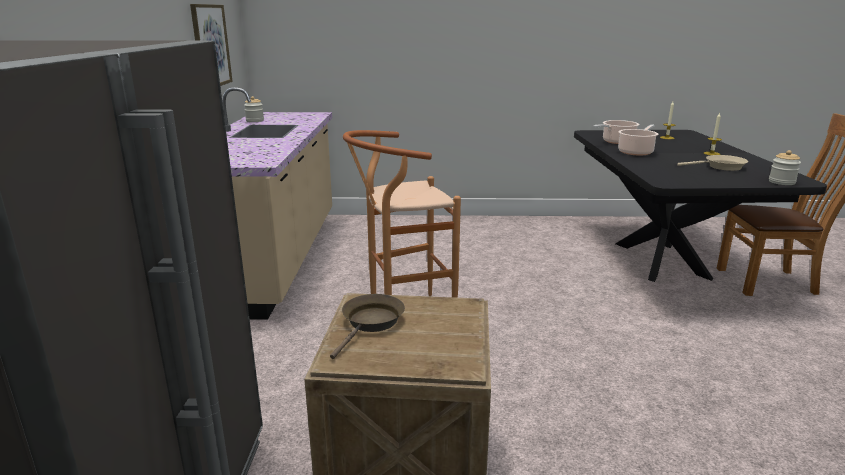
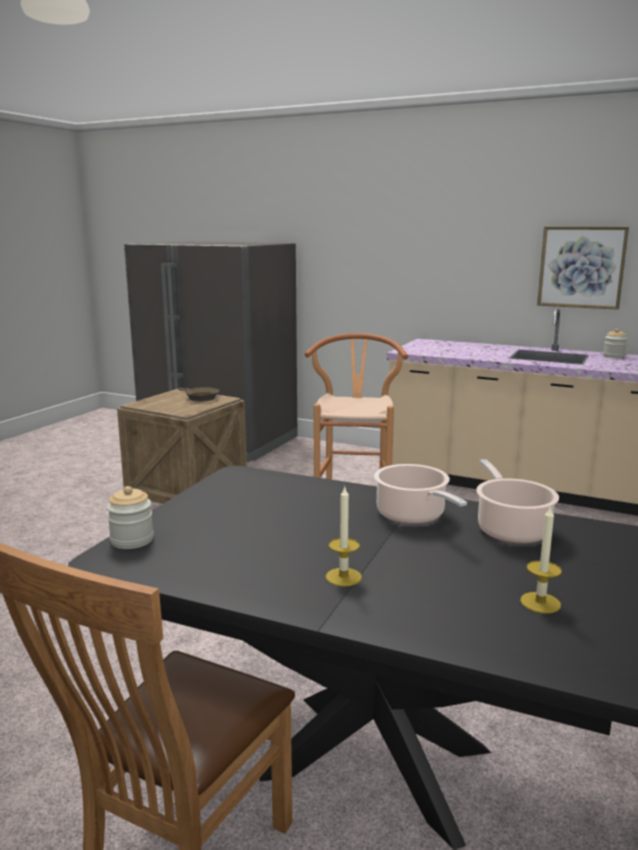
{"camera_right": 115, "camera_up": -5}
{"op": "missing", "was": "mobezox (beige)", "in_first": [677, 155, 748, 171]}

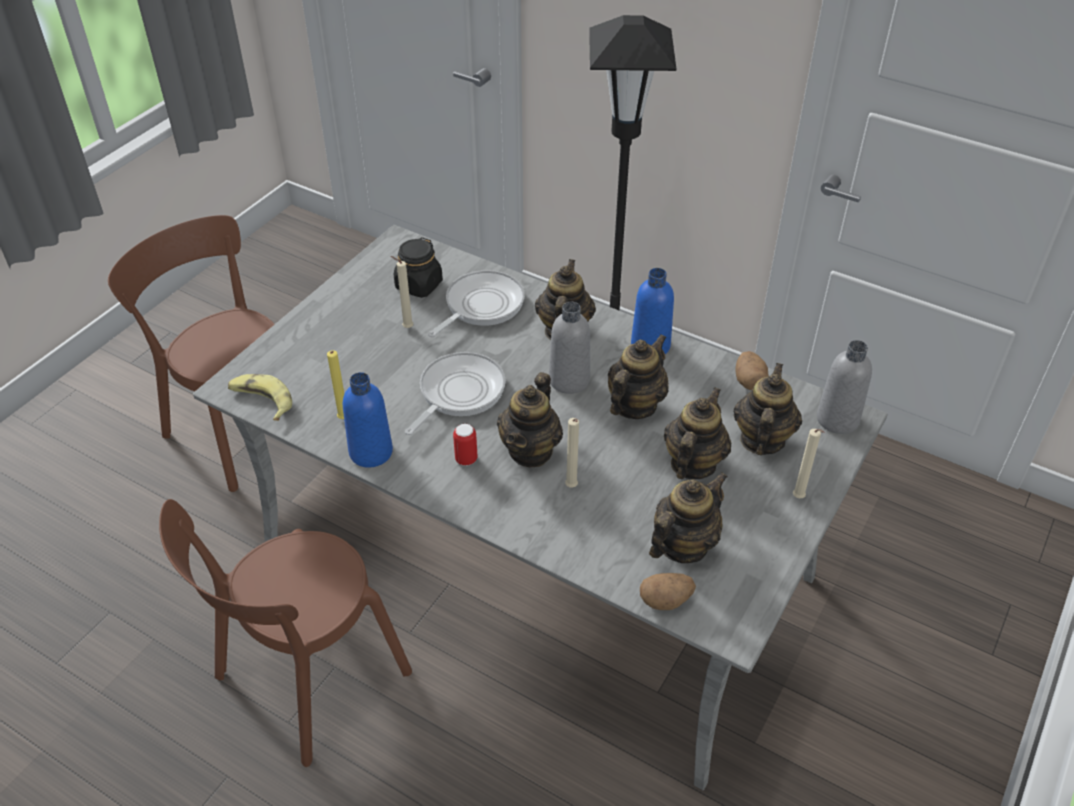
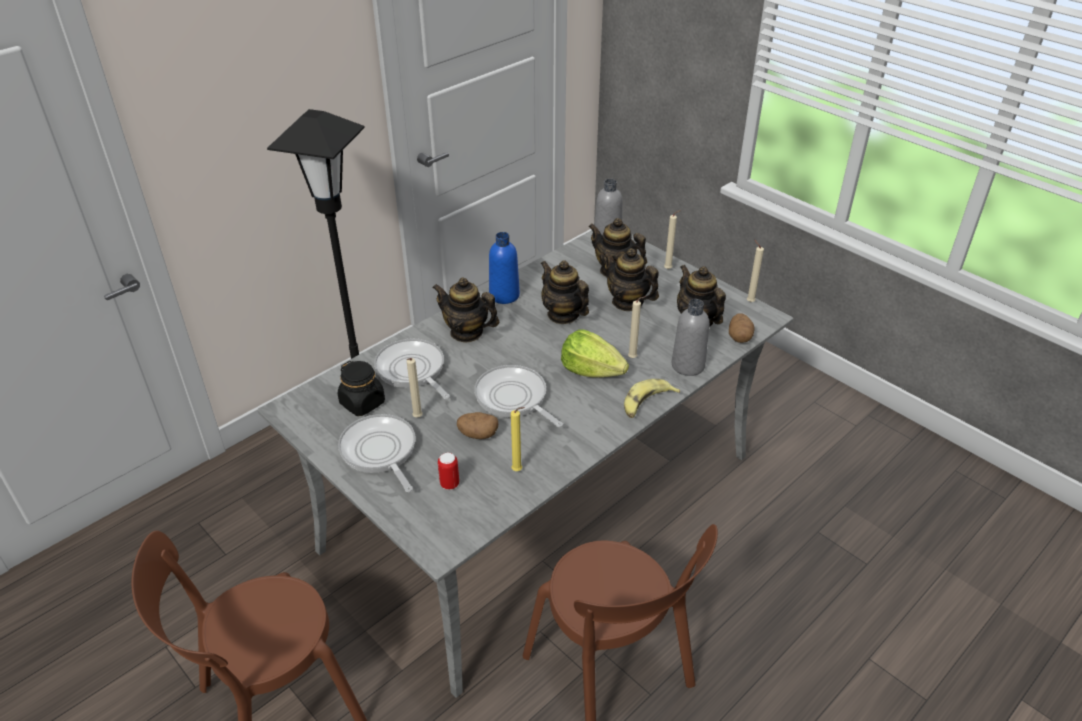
{"camera_right": -75, "camera_up": -5}
{"op": "relocated", "was": "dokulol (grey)", "in_first": [549, 302, 590, 394], "in_second": [672, 299, 709, 376]}
{"op": "relocated", "was": "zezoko", "in_first": [736, 351, 769, 390], "in_second": [457, 412, 498, 439]}
{"op": "missing", "was": "dokulol (blue)", "in_first": [343, 372, 393, 468]}
{"op": "exchanged", "was": "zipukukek", "now": "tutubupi", "in_first": [497, 372, 563, 467], "in_second": [561, 329, 629, 377]}
{"op": "relocated", "was": "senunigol", "in_first": [228, 374, 292, 421], "in_second": [624, 379, 680, 418]}
{"op": "relocated", "was": "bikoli", "in_first": [453, 424, 477, 466], "in_second": [438, 452, 459, 490]}
{"op": "appeared", "now": "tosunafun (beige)", "in_second": [747, 239, 764, 302]}
{"op": "appeared", "now": "mobezox", "in_second": [338, 414, 416, 492]}

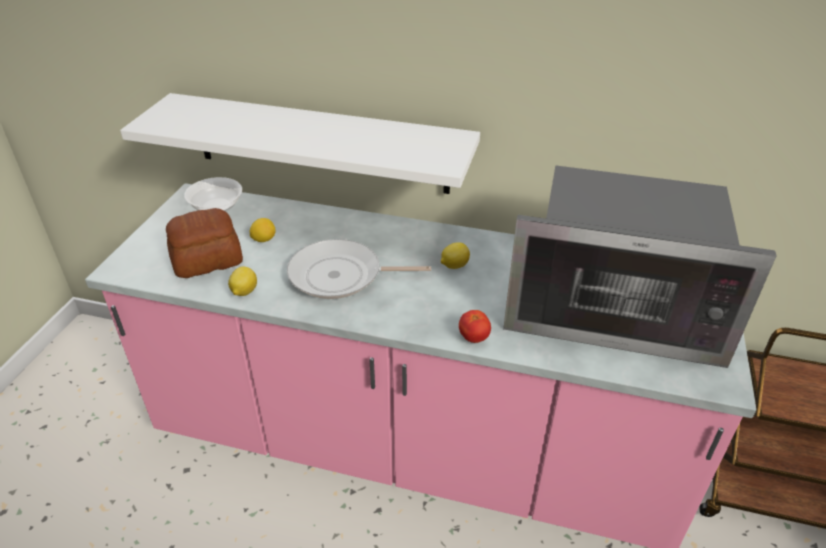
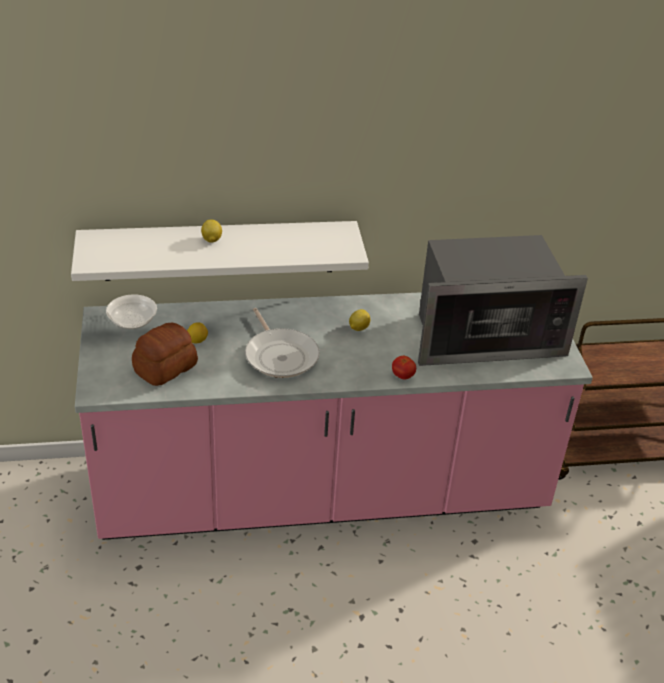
{"camera_right": -25, "camera_up": 0}
{"op": "spun", "was": "mobezox", "in_first": [287, 239, 431, 299], "in_second": [245, 308, 320, 378], "clockwise": -90}
{"op": "relocated", "was": "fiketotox", "in_first": [228, 267, 257, 296], "in_second": [201, 220, 222, 243]}

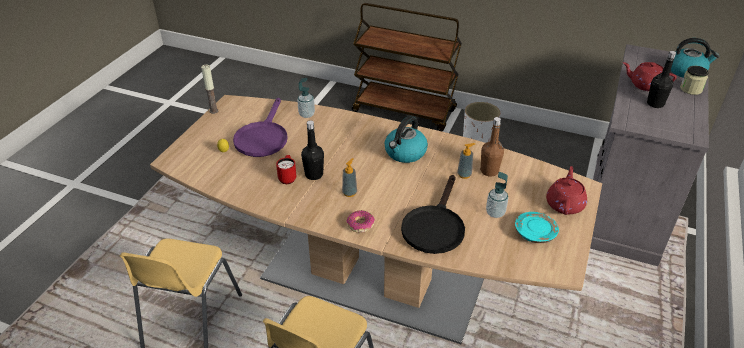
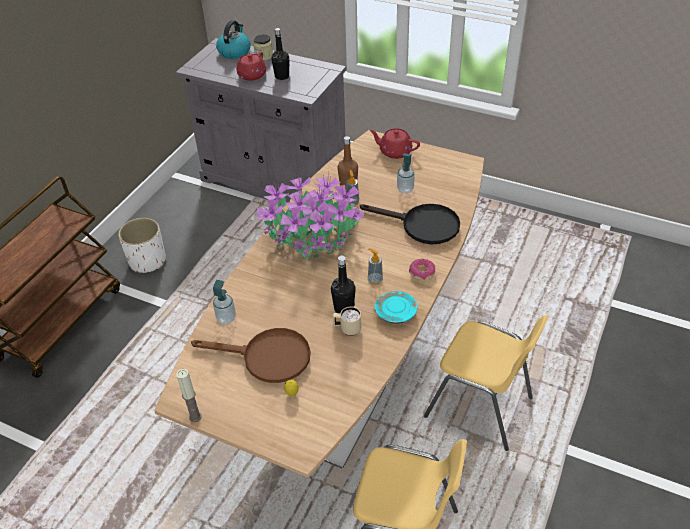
{"camera_right": -85, "camera_up": 5}
{"op": "colour", "was": "mobezox (purple)", "now": "mobezox (brown)", "in_first": [233, 98, 288, 157], "in_second": [191, 328, 311, 383]}
{"op": "exchanged", "was": "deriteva", "now": "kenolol", "in_first": [385, 116, 428, 163], "in_second": [257, 172, 364, 262]}
{"op": "colour", "was": "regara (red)", "now": "regara (beige)", "in_first": [276, 155, 296, 184], "in_second": [333, 307, 361, 336]}
{"op": "relocated", "was": "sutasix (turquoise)", "in_first": [515, 212, 559, 243], "in_second": [375, 291, 418, 324]}

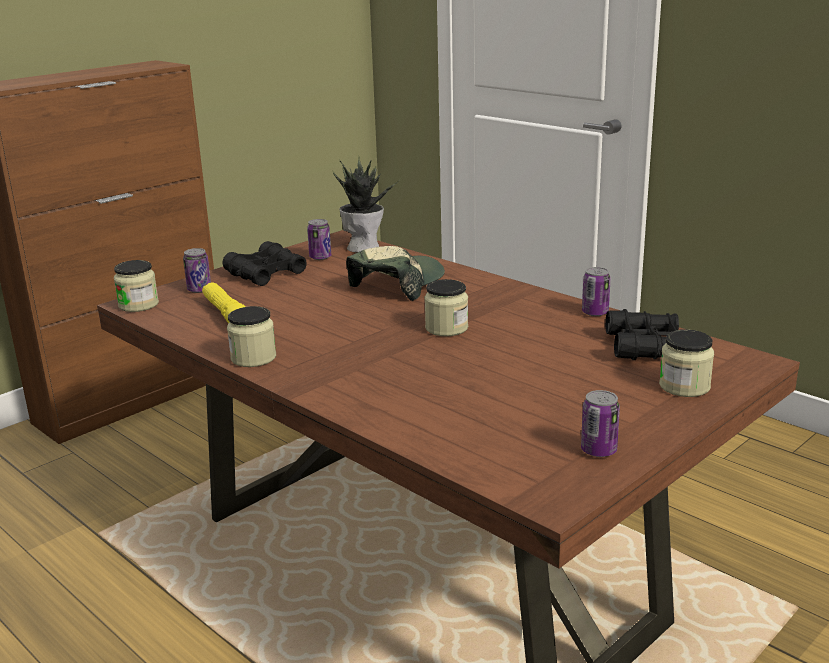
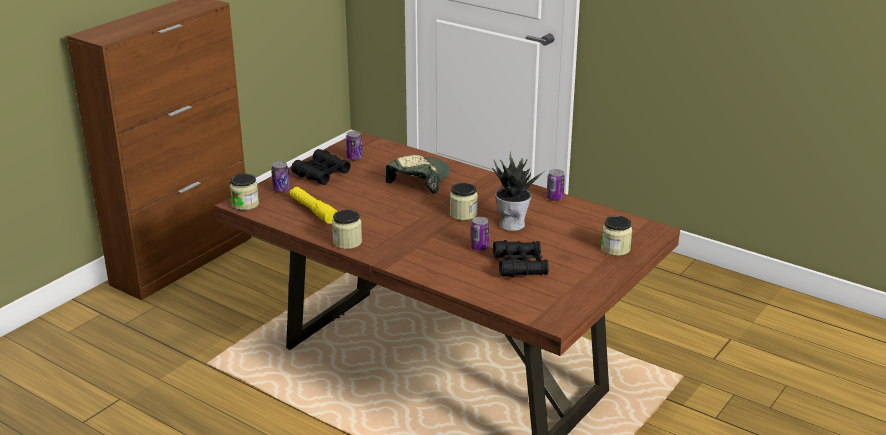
{"camera_right": -10, "camera_up": 5}
{"op": "relocated", "was": "kenolol", "in_first": [333, 158, 400, 253], "in_second": [492, 152, 545, 231]}
{"op": "relocated", "was": "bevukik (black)", "in_first": [605, 309, 679, 360], "in_second": [493, 240, 549, 278]}
{"op": "relocated", "was": "bikoli", "in_first": [581, 390, 620, 457], "in_second": [471, 217, 490, 251]}

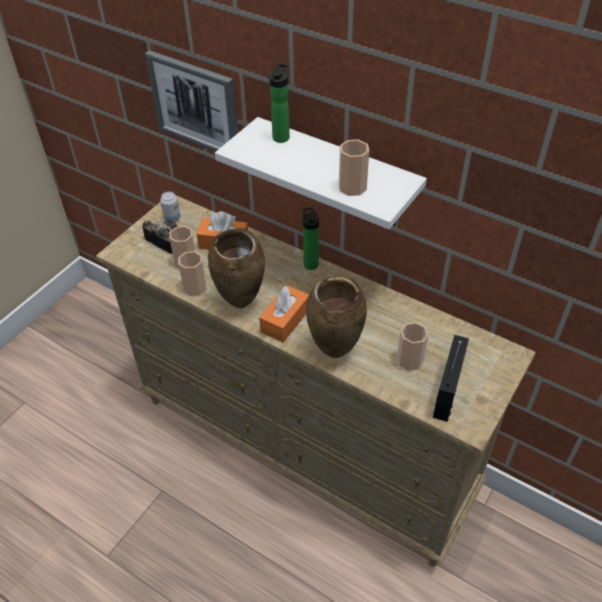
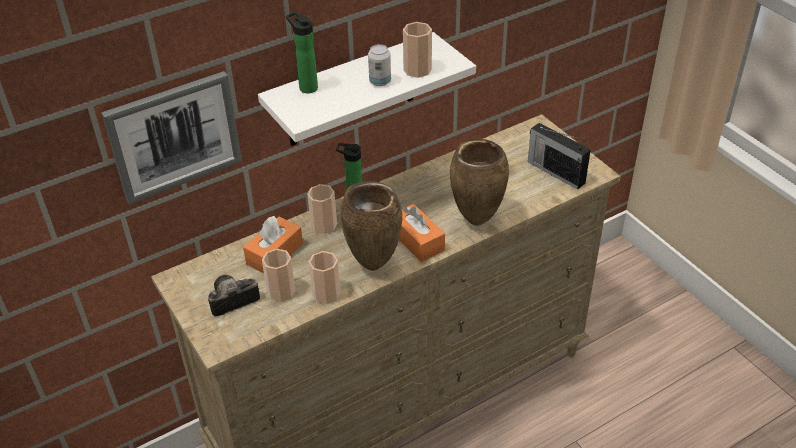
{"camera_right": -65, "camera_up": -5}
{"op": "relocated", "was": "bikoli", "in_first": [160, 191, 181, 222], "in_second": [368, 44, 391, 86]}
{"op": "relocated", "was": "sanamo", "in_first": [397, 322, 428, 371], "in_second": [307, 184, 337, 234]}

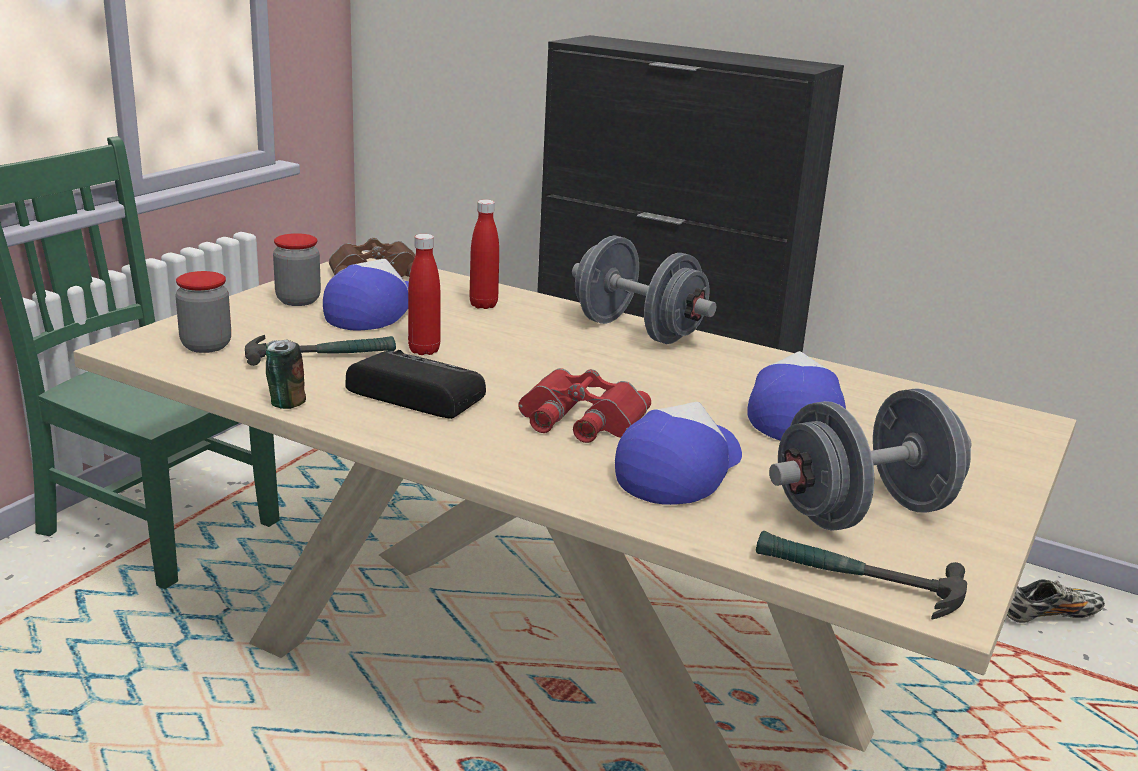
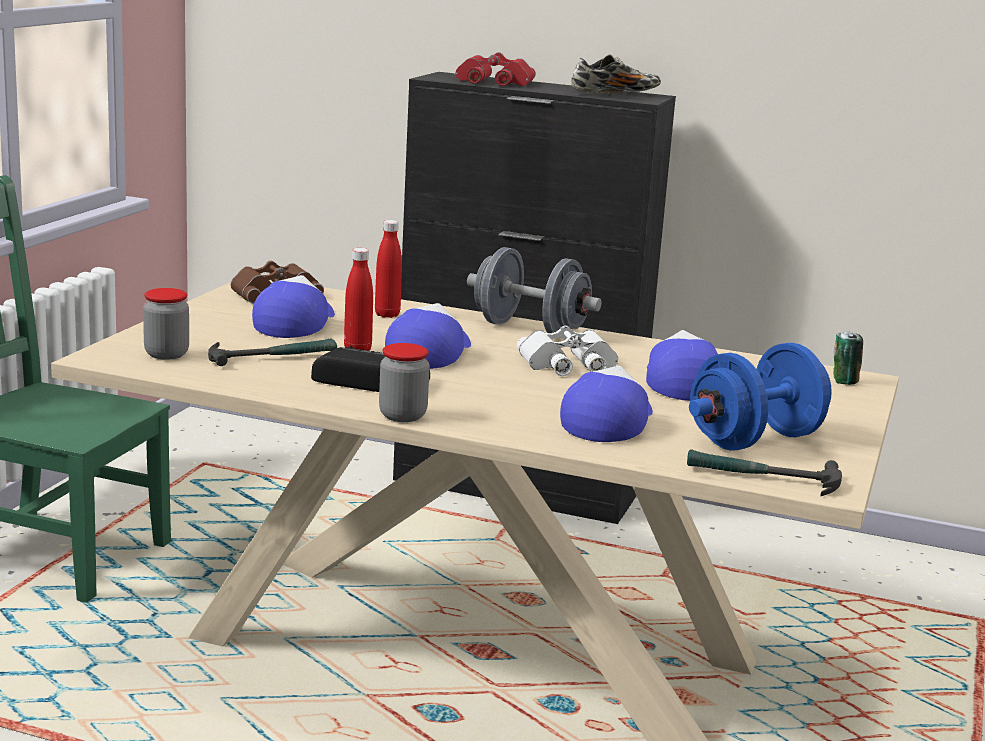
{"camera_right": -10, "camera_up": -5}
{"op": "relocated", "was": "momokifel", "in_first": [273, 233, 321, 306], "in_second": [379, 343, 430, 422]}
{"op": "relocated", "was": "bikoli", "in_first": [266, 339, 306, 409], "in_second": [833, 331, 863, 385]}
{"op": "relocated", "was": "bevukik (red)", "in_first": [518, 368, 651, 443], "in_second": [455, 52, 536, 86]}
{"op": "colour", "was": "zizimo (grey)", "now": "zizimo (blue)", "in_first": [769, 388, 972, 531], "in_second": [689, 343, 832, 450]}
{"op": "relocated", "was": "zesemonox", "in_first": [1007, 579, 1105, 623], "in_second": [571, 54, 661, 94]}
{"op": "appeared", "now": "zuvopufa", "in_second": [385, 303, 471, 369]}
{"op": "appeared", "now": "bevukik (white)", "in_second": [517, 325, 618, 376]}

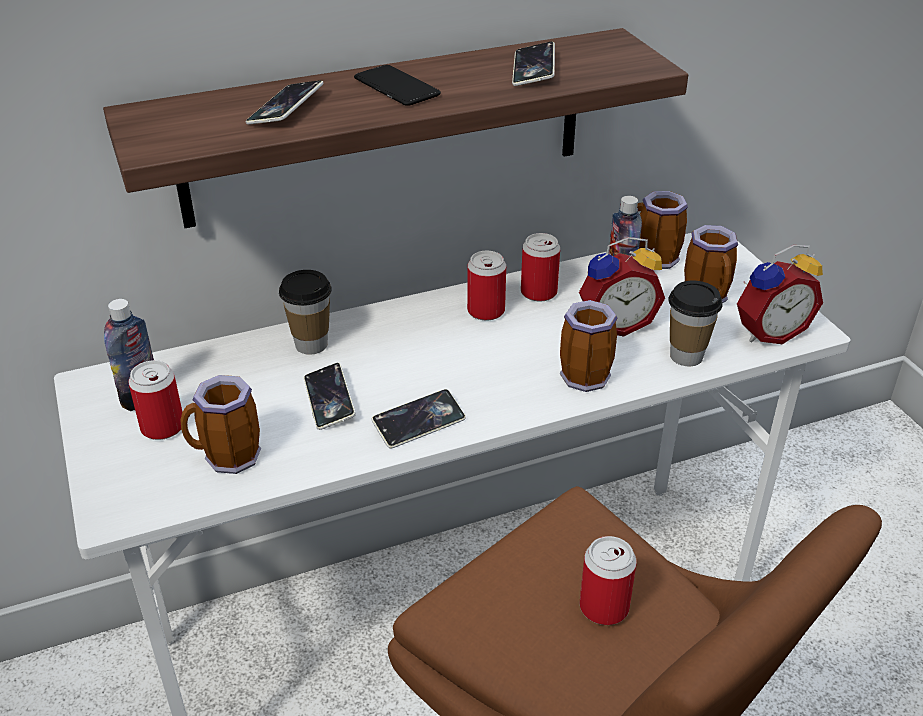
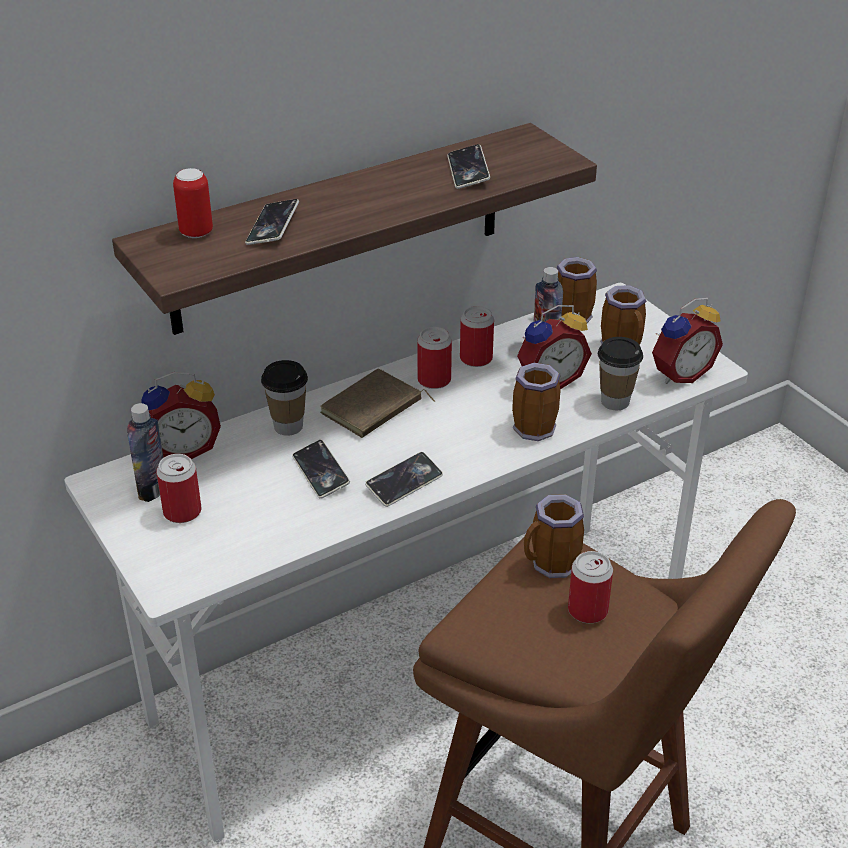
{"camera_right": -10, "camera_up": 0}
{"op": "missing", "was": "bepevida", "in_first": [354, 65, 441, 106]}
{"op": "relocated", "was": "regara", "in_first": [180, 375, 261, 474], "in_second": [524, 494, 584, 578]}
{"op": "appeared", "now": "bikoli", "in_second": [173, 168, 213, 238]}
{"op": "appeared", "now": "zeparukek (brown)", "in_second": [320, 368, 435, 438]}
{"op": "appeared", "now": "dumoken", "in_second": [141, 372, 221, 459]}

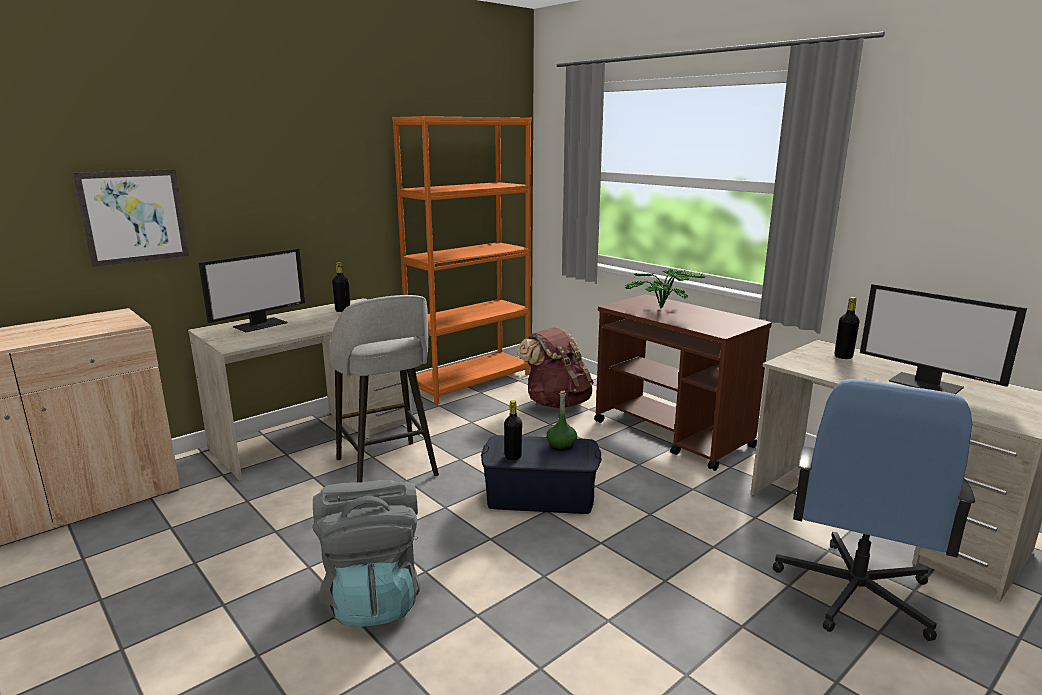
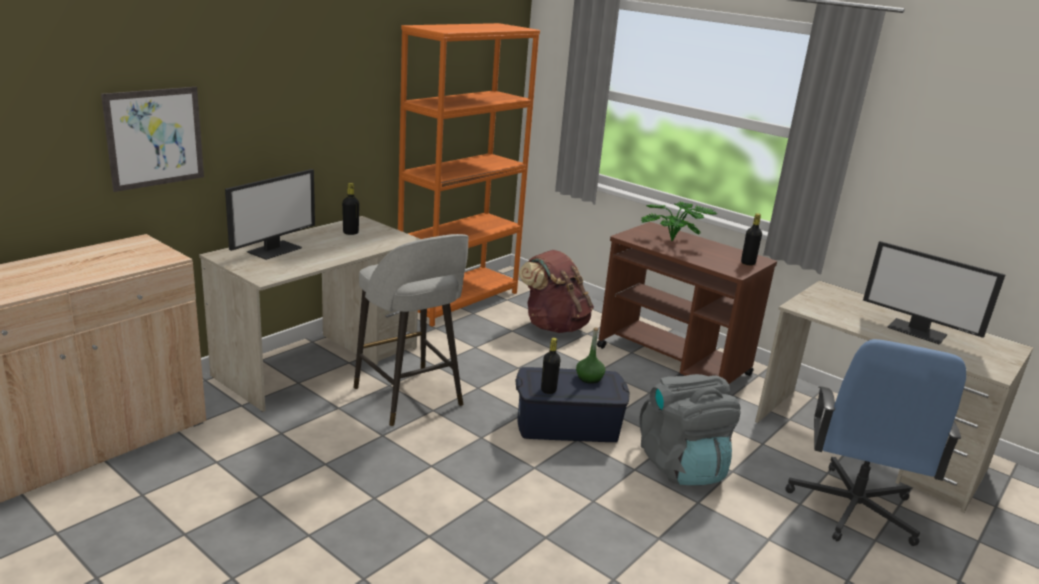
{"camera_right": -10, "camera_up": 5}
{"op": "relocated", "was": "dokulol (black)", "in_first": [835, 297, 860, 359], "in_second": [741, 213, 762, 265]}
{"op": "relocated", "was": "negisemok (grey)", "in_first": [312, 480, 420, 627], "in_second": [640, 374, 741, 485]}

